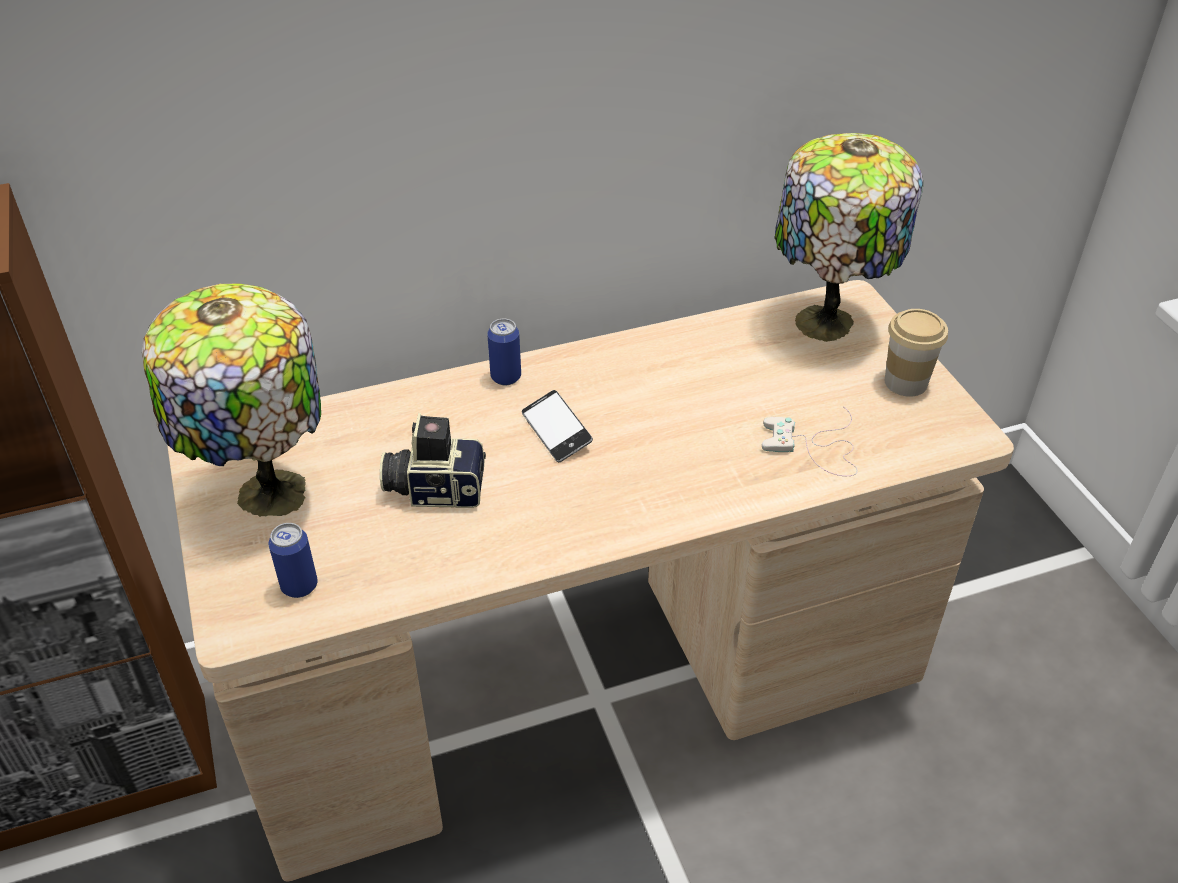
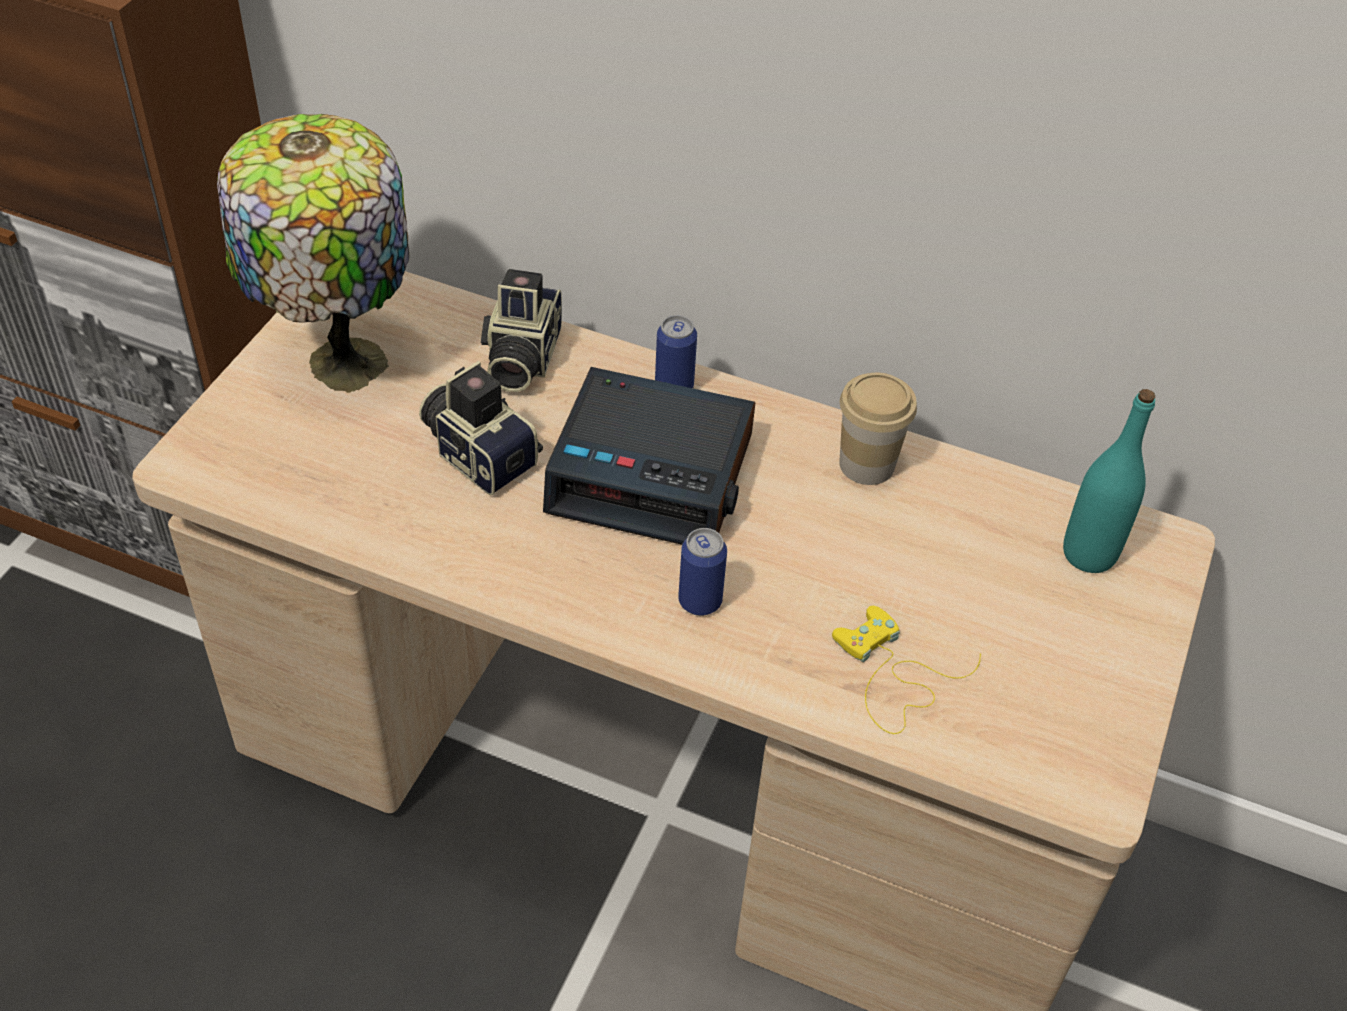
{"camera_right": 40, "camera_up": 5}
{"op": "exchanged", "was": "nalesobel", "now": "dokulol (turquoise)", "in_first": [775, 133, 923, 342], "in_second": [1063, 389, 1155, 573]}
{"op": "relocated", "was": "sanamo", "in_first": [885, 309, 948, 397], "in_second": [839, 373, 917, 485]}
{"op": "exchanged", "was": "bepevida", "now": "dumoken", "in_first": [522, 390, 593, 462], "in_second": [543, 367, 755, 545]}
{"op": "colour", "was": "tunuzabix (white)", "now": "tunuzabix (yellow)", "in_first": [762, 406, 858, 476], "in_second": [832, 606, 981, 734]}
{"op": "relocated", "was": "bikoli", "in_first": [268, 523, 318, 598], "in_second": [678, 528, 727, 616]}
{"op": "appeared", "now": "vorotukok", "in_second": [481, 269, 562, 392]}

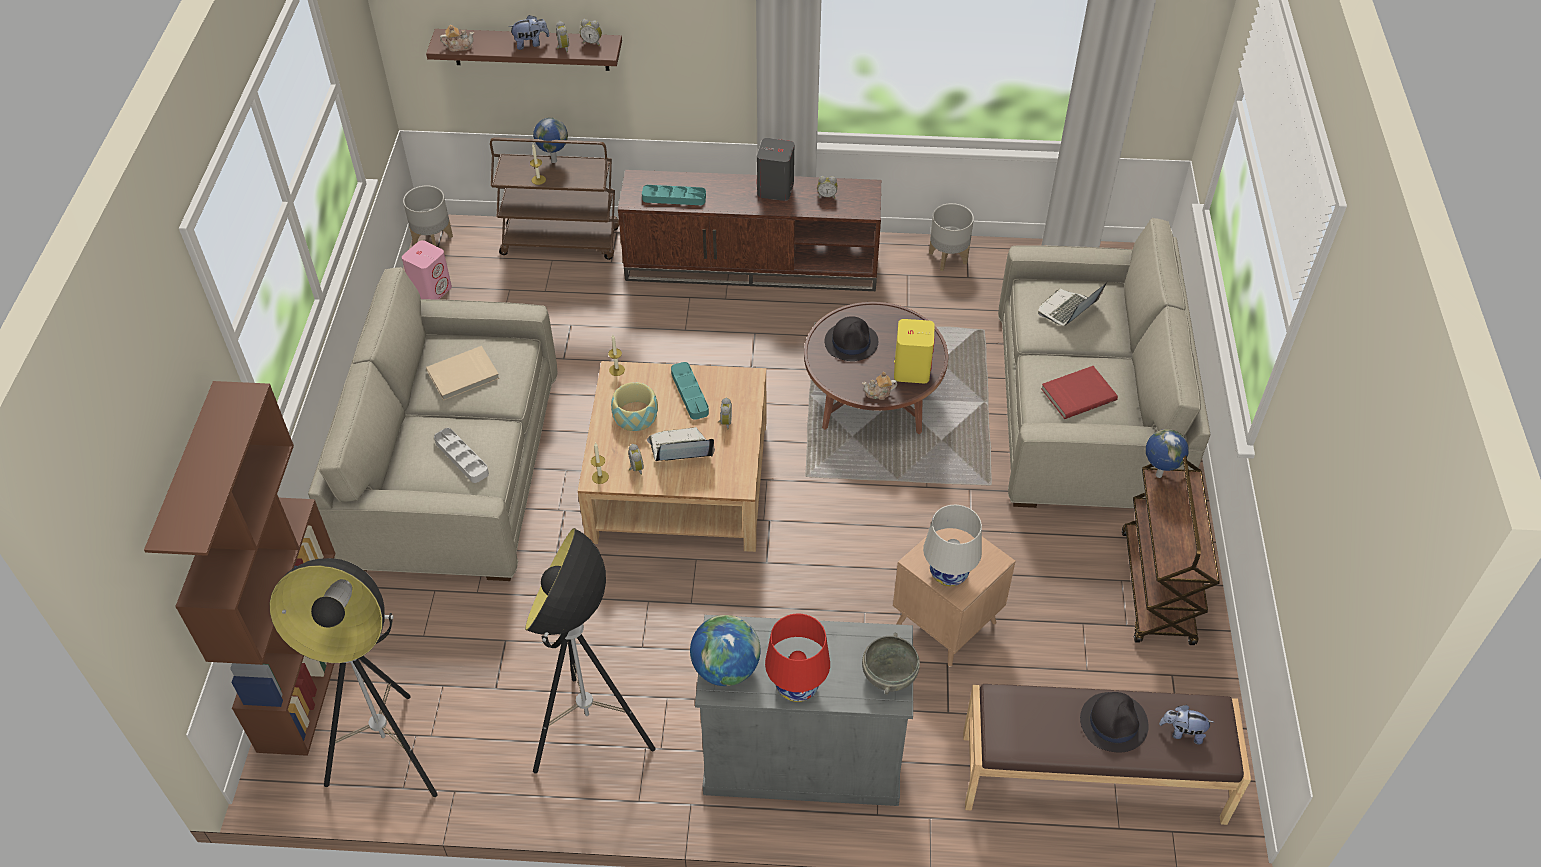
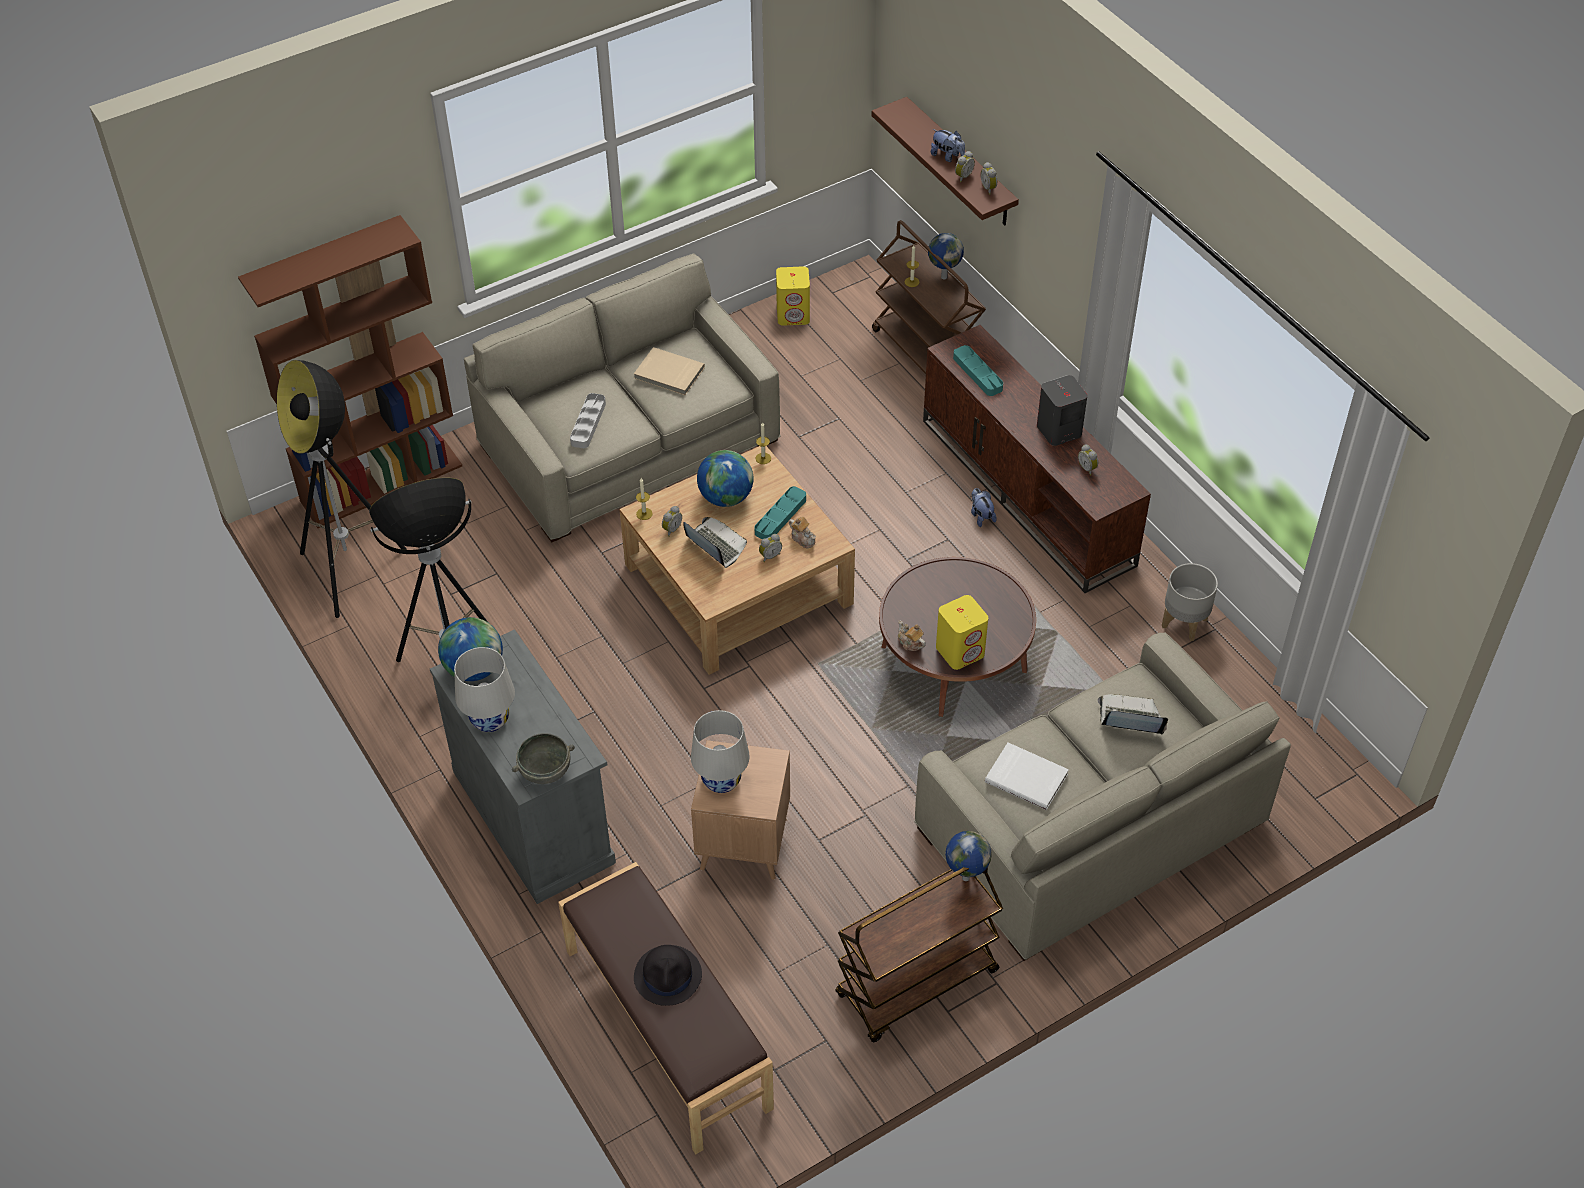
{"camera_right": 55, "camera_up": 0}
{"op": "relocated", "was": "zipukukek", "in_first": [440, 25, 474, 51], "in_second": [789, 517, 816, 548]}
{"op": "missing", "was": "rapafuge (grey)", "in_first": [403, 186, 453, 246]}
{"op": "colour", "was": "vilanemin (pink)", "now": "vilanemin (yellow)", "in_first": [402, 240, 452, 299], "in_second": [776, 266, 810, 326]}
{"op": "missing", "was": "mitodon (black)", "in_first": [825, 316, 878, 361]}
{"op": "colour", "was": "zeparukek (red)", "now": "zeparukek (white)", "in_first": [1041, 366, 1118, 419], "in_second": [985, 743, 1069, 810]}
{"op": "exchanged", "was": "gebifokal", "now": "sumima", "in_first": [611, 382, 658, 431], "in_second": [697, 450, 753, 507]}
{"op": "colour", "was": "nalesobel (red)", "now": "nalesobel (white)", "in_first": [765, 613, 830, 702], "in_second": [454, 647, 515, 732]}
{"op": "relocated", "was": "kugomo", "in_first": [1159, 705, 1214, 744], "in_second": [971, 488, 997, 527]}

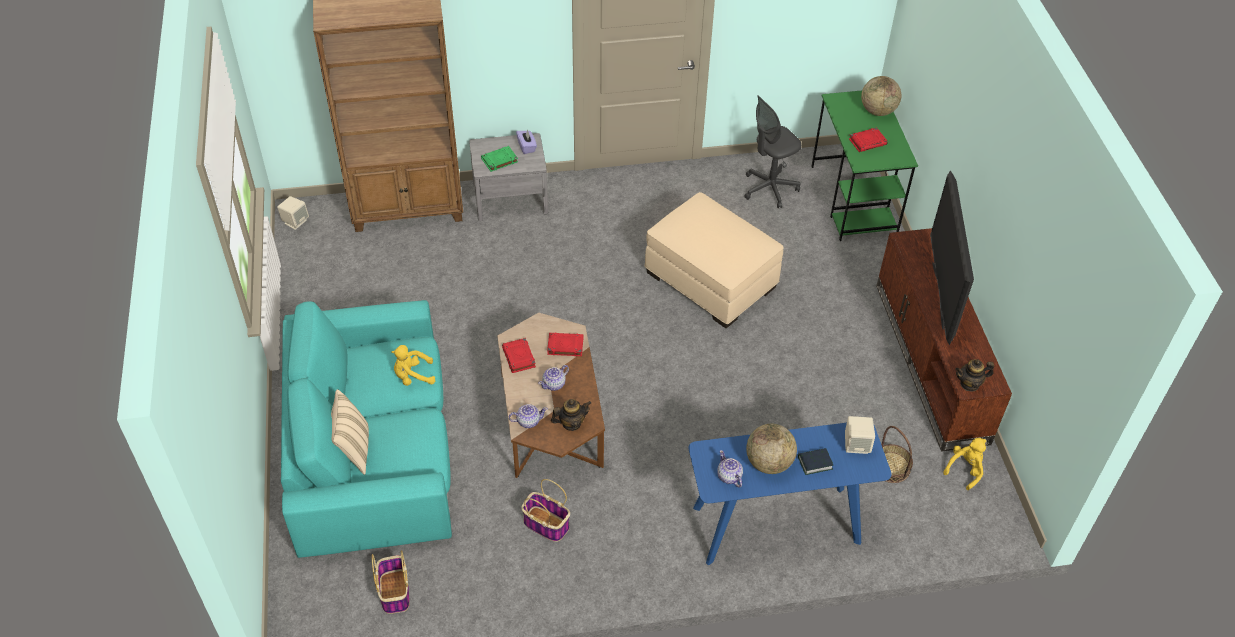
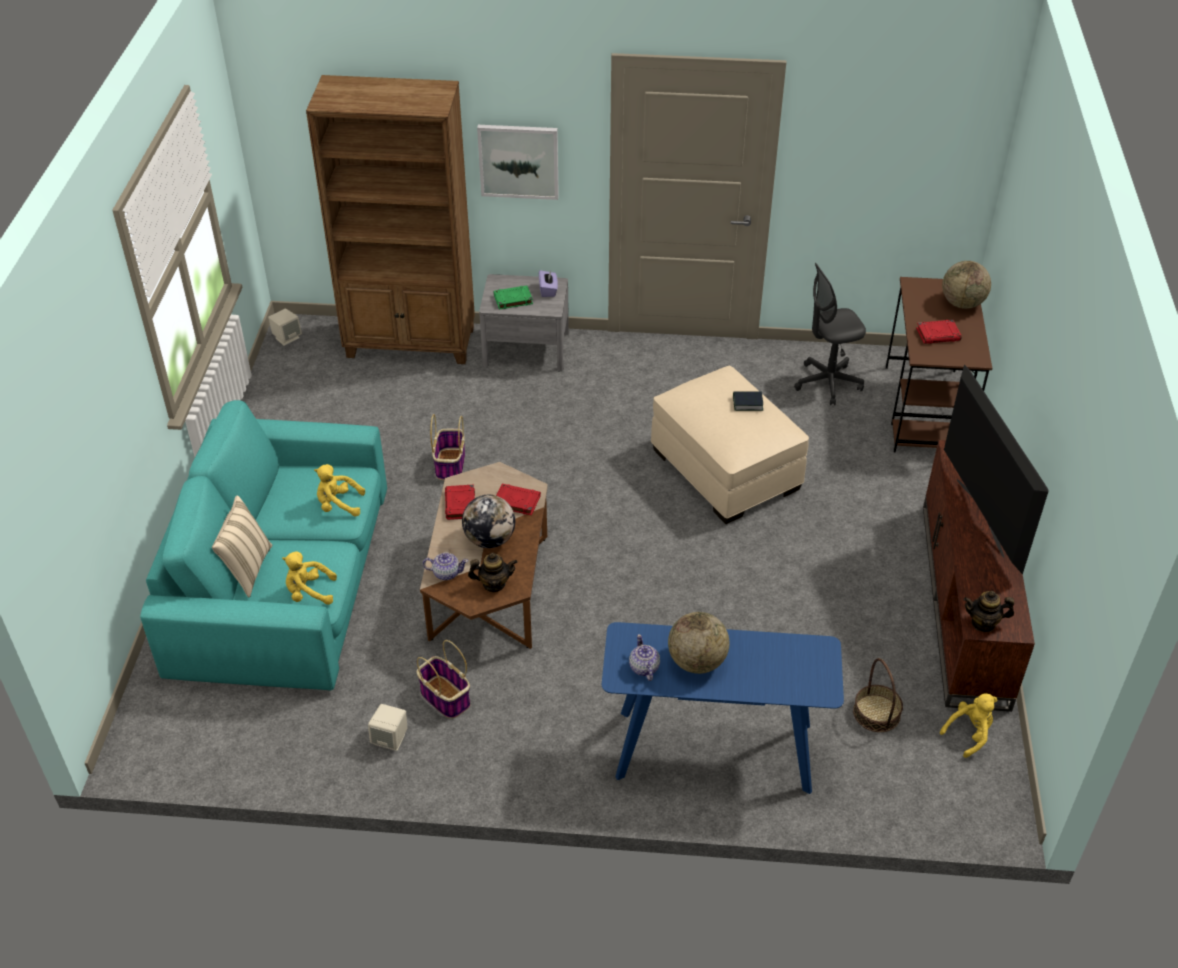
{"camera_right": 15, "camera_up": -5}
{"op": "colour", "was": "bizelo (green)", "now": "bizelo (brown)", "in_first": [811, 91, 918, 241], "in_second": [886, 277, 992, 452]}
{"op": "spun", "was": "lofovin", "in_first": [930, 170, 974, 345], "in_second": [944, 364, 1049, 574], "clockwise": 150}
{"op": "exchanged", "was": "zipukukek", "now": "sumima", "in_first": [539, 365, 569, 391], "in_second": [462, 495, 515, 548]}
{"op": "relocated", "was": "vilanemin (beige)", "in_first": [845, 416, 875, 454], "in_second": [368, 704, 407, 751]}
{"op": "relocated", "was": "zeparukek", "in_first": [798, 448, 833, 475], "in_second": [733, 391, 763, 411]}
{"op": "relocated", "was": "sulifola", "in_first": [372, 550, 410, 614], "in_second": [430, 414, 465, 480]}
{"op": "appeared", "now": "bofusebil", "in_second": [477, 125, 559, 200]}
{"op": "appeared", "now": "kugomo (yellow)", "in_second": [282, 551, 337, 605]}

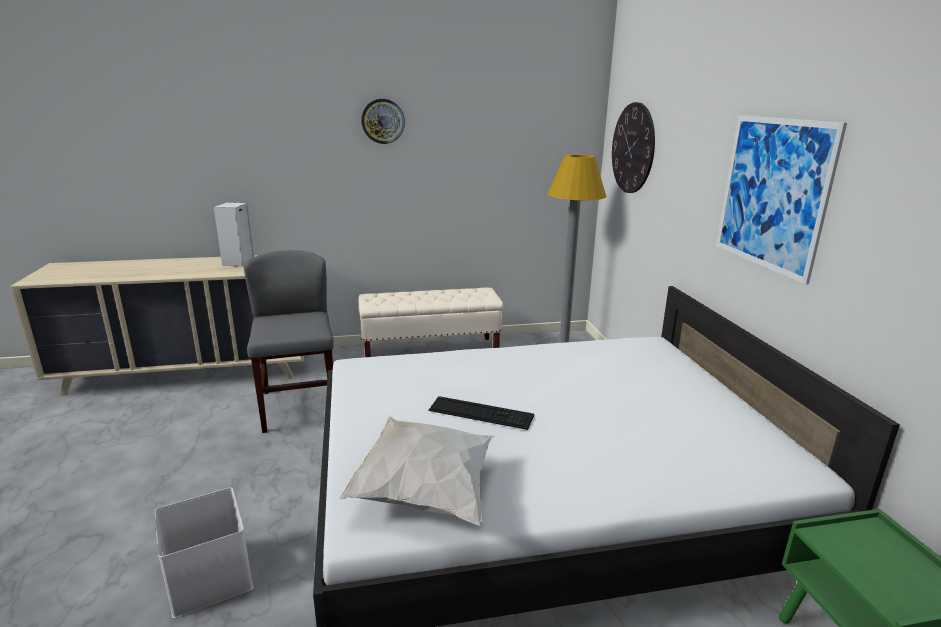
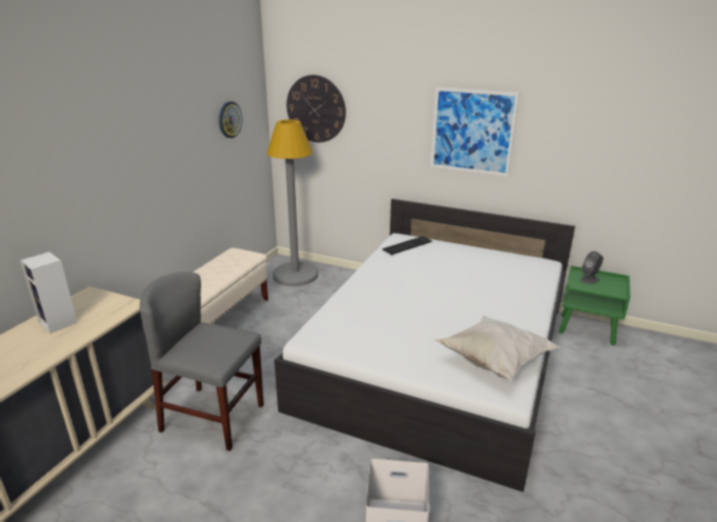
{"camera_right": -55, "camera_up": 5}
{"op": "relocated", "was": "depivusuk", "in_first": [361, 99, 405, 144], "in_second": [219, 101, 242, 138]}
{"op": "relocated", "was": "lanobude", "in_first": [428, 396, 534, 430], "in_second": [382, 236, 433, 255]}
{"op": "appeared", "now": "vilanemin (grey)", "in_second": [580, 251, 603, 284]}

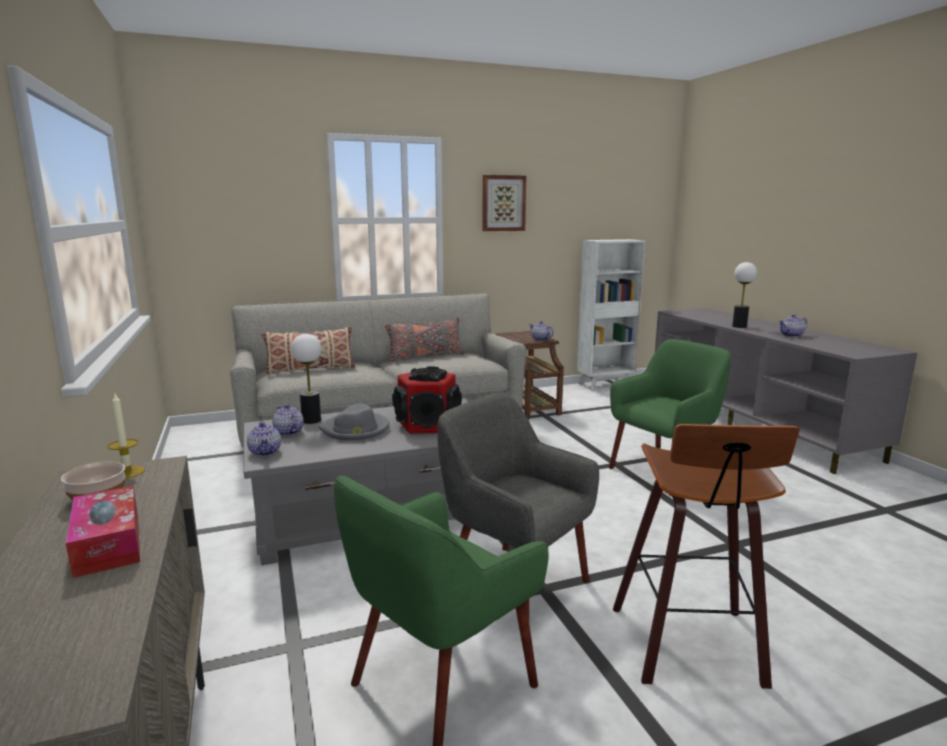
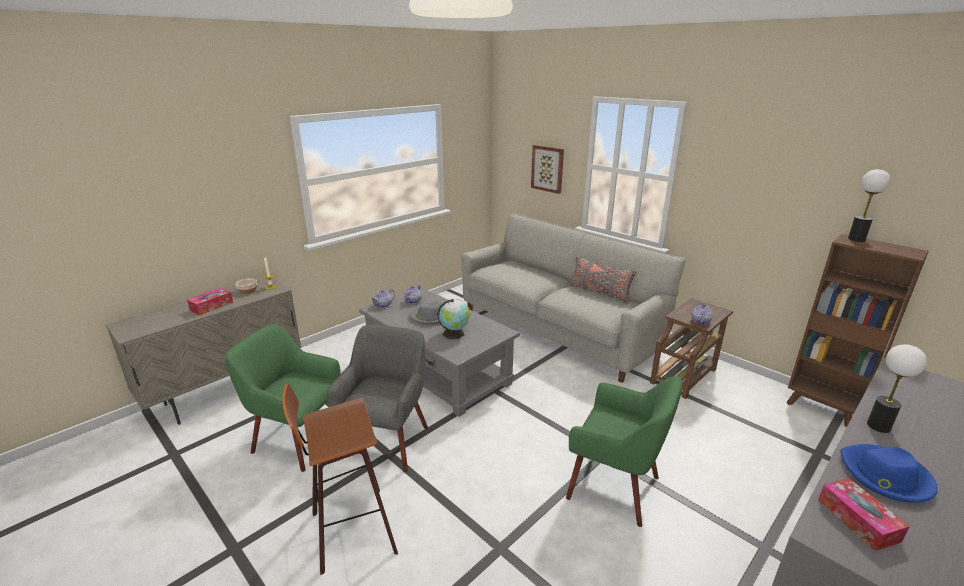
{"camera_right": 65, "camera_up": 10}
{"op": "relocated", "was": "bofusebil", "in_first": [482, 175, 526, 231], "in_second": [531, 145, 564, 194]}
{"op": "colour", "was": "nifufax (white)", "now": "nifufax (brown)", "in_first": [577, 239, 645, 391], "in_second": [786, 234, 929, 428]}
{"op": "exchanged", "was": "zipukukek", "now": "mitodon (blue)", "in_first": [779, 314, 807, 337], "in_second": [841, 444, 938, 503]}
{"op": "missing", "was": "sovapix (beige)", "in_first": [261, 327, 355, 374]}
{"op": "relocated", "was": "nalesobel", "in_first": [291, 334, 321, 424], "in_second": [848, 169, 891, 242]}
{"op": "exchanged", "was": "vilanemin", "now": "sumima", "in_first": [392, 367, 462, 434], "in_second": [437, 299, 470, 339]}
{"op": "appeared", "now": "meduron", "in_second": [818, 478, 910, 551]}

